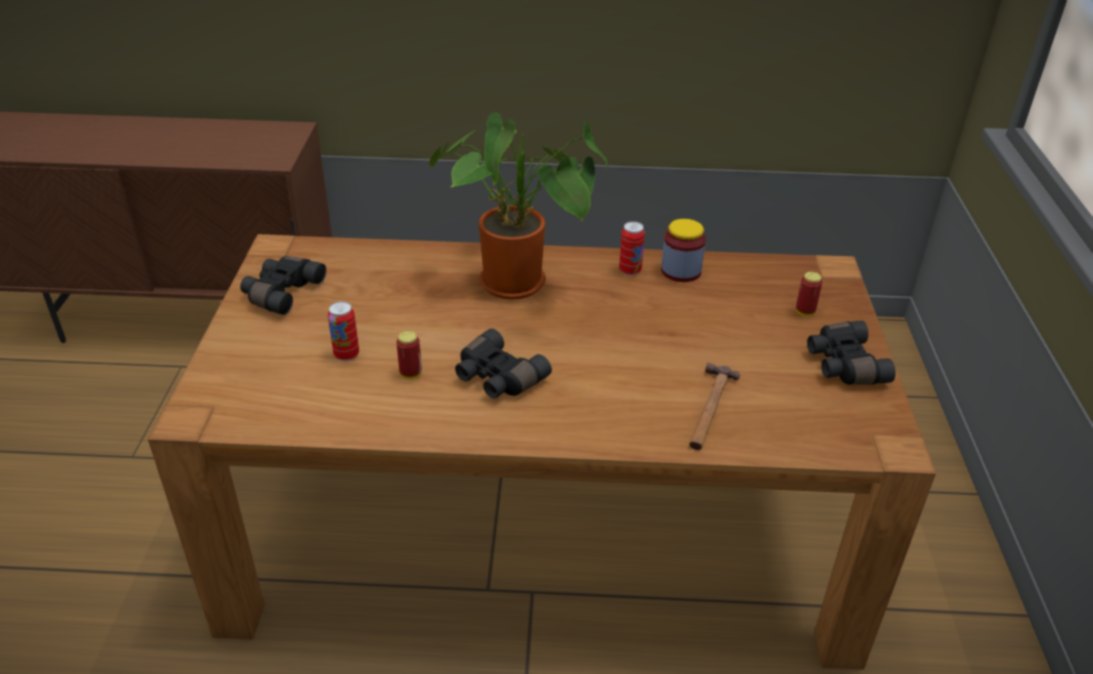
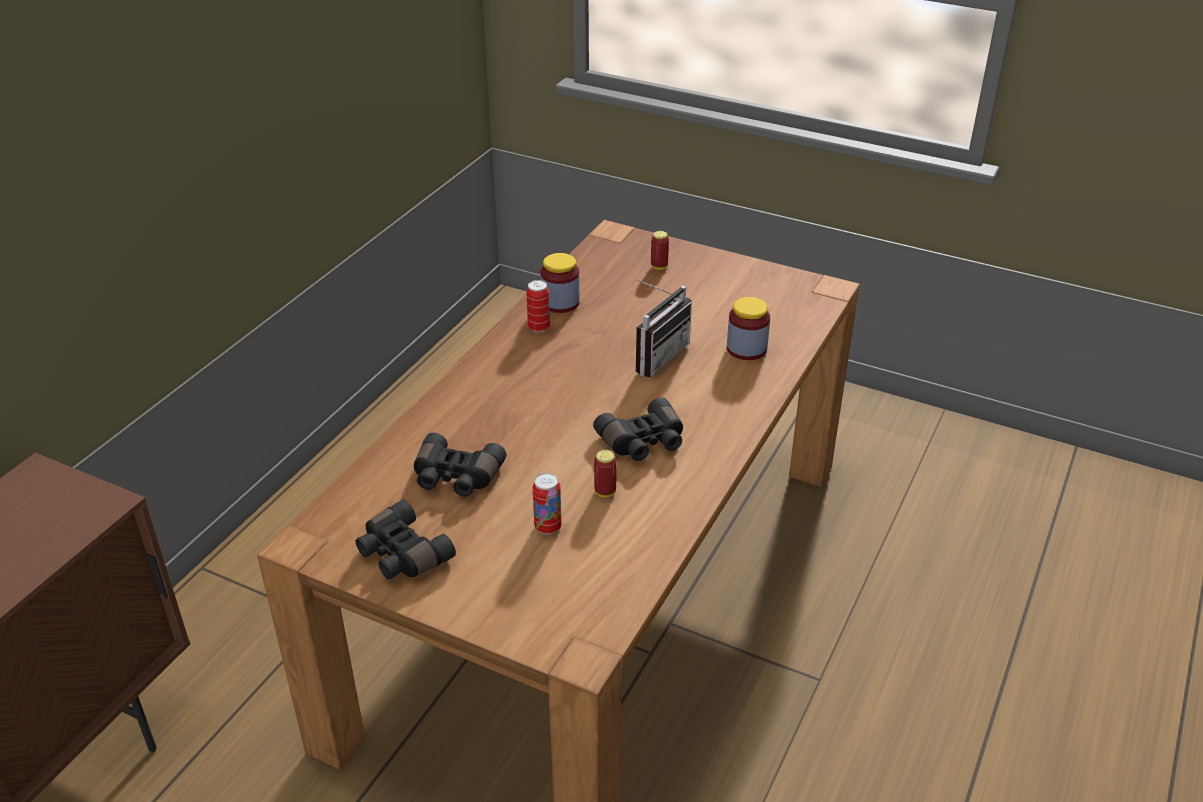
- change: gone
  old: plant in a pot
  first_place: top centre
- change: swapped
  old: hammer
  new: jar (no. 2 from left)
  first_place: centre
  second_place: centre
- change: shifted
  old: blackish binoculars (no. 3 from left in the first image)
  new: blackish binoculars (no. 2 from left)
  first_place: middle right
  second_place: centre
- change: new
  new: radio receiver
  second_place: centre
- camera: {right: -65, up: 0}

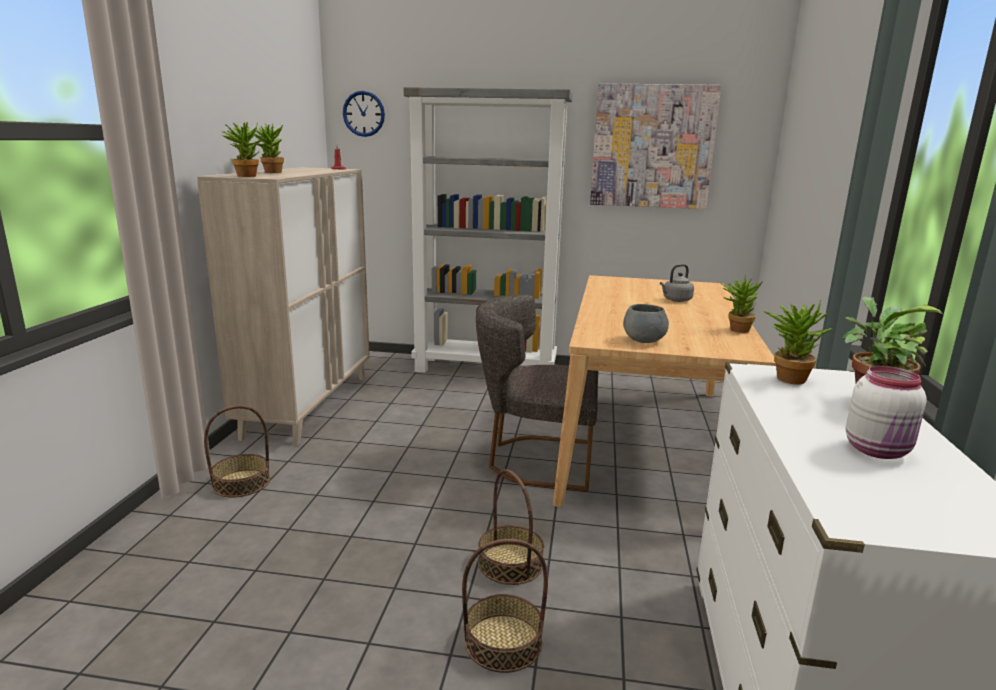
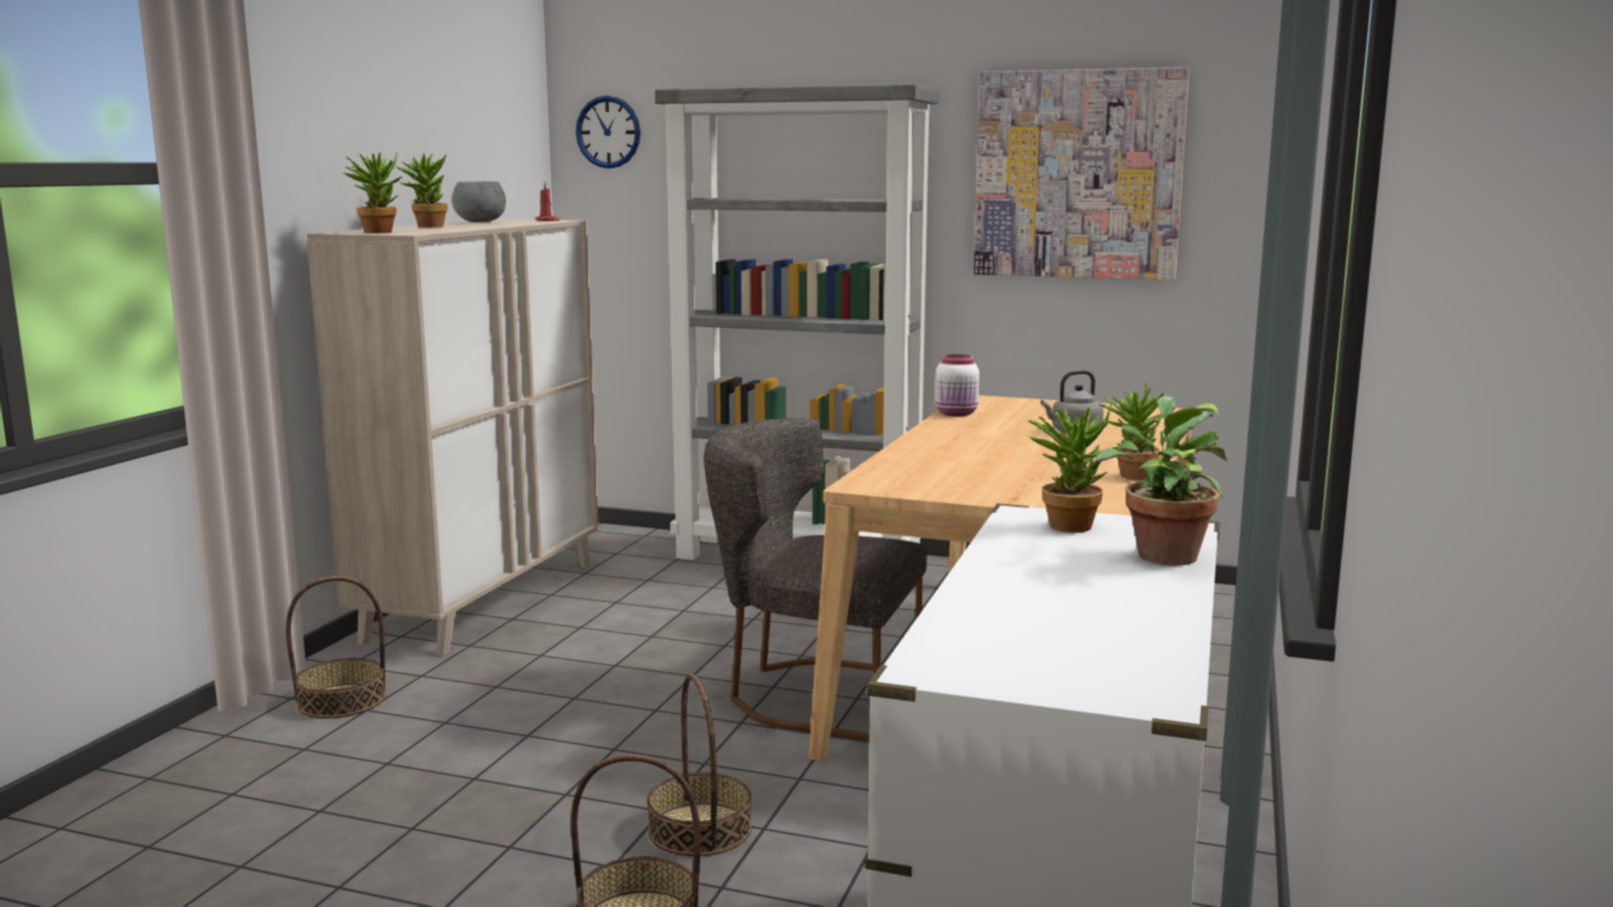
- change: shifted
  old: greyish bowl
  first_place: centre
  second_place: top left
- change: shifted
  old: white jar
  first_place: middle right
  second_place: centre
- camera: {right: 10, up: -5}

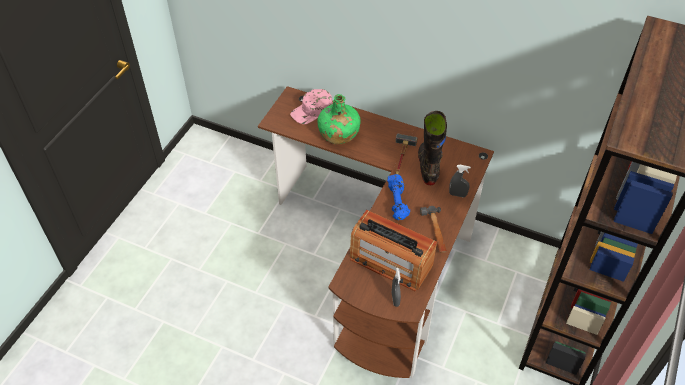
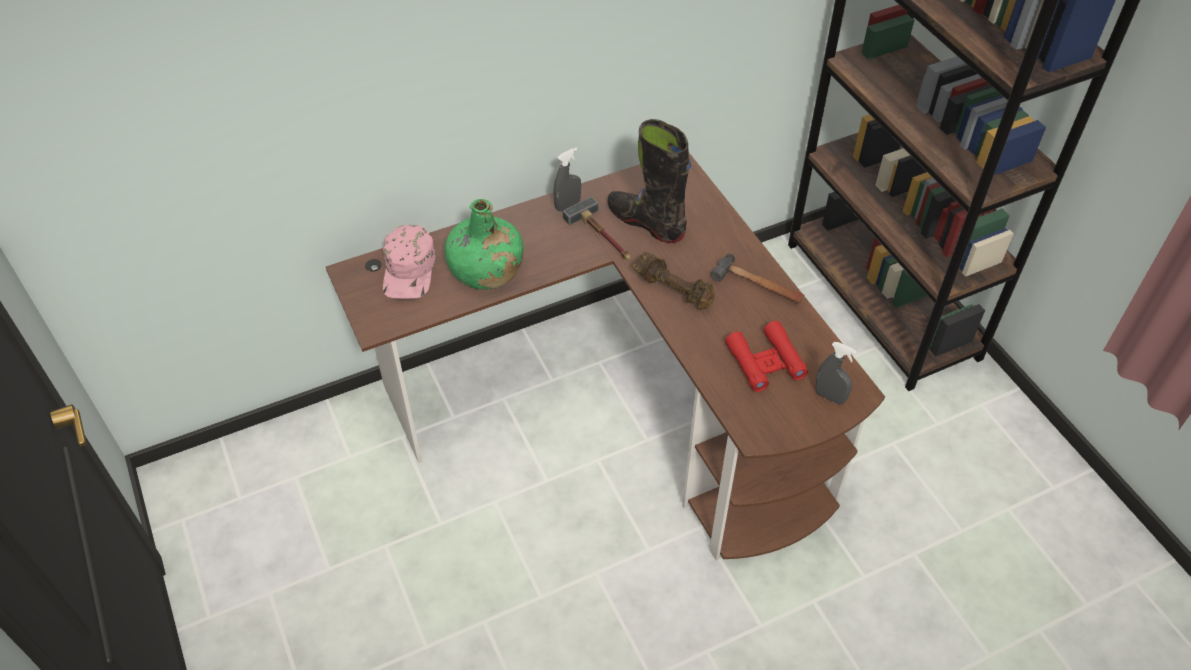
- change: swapped
  old: radio receiver
  new: reddish binoculars
  first_place: centre
  second_place: centre
- change: repainted
  old: bluish free weight
  new: brown free weight
  first_place: centre
  second_place: centre
- change: shifted
  old: greyish hand sprayer (no. 2 from left in the first image)
  new: greyish hand sprayer (no. 1 from left)
  first_place: middle right
  second_place: top centre
- camera: {right: -50, up: 0}

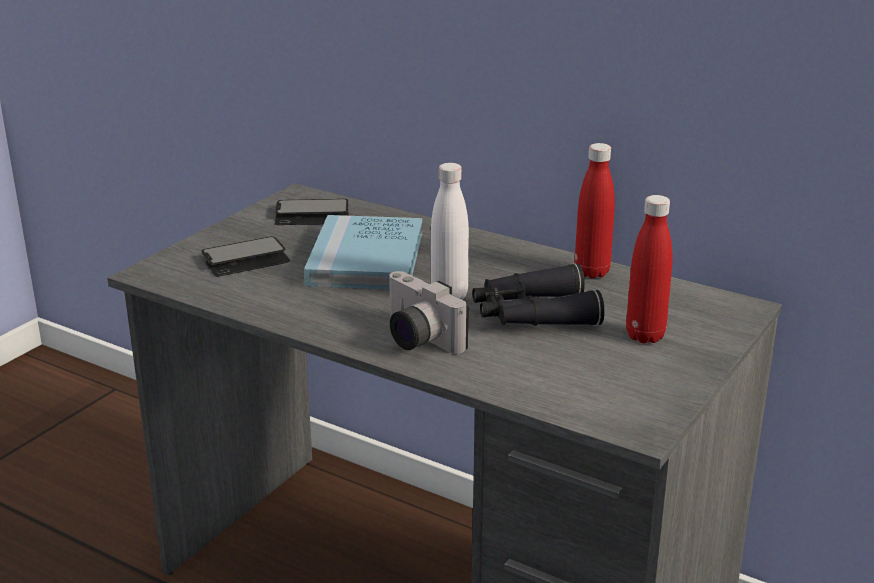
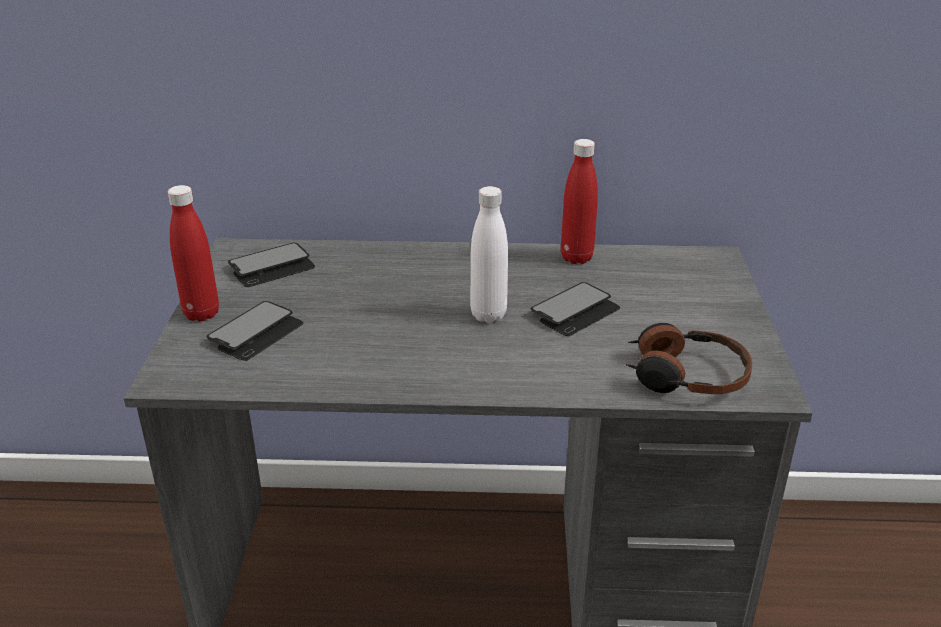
- change: gone
  old: bluish volume
  first_place: centre
- change: gone
  old: photo camera
  first_place: centre
- change: swapped
  old: blackish binoculars
  new: handset (no. 3 from left)
  first_place: centre
  second_place: centre
- change: shifted
  old: reddish drink bottle (no. 2 from left in the first image)
  new: reddish drink bottle (no. 1 from left)
  first_place: middle right
  second_place: middle left
- change: new
  new: headset
  second_place: middle right
- camera: {right: -30, up: 5}

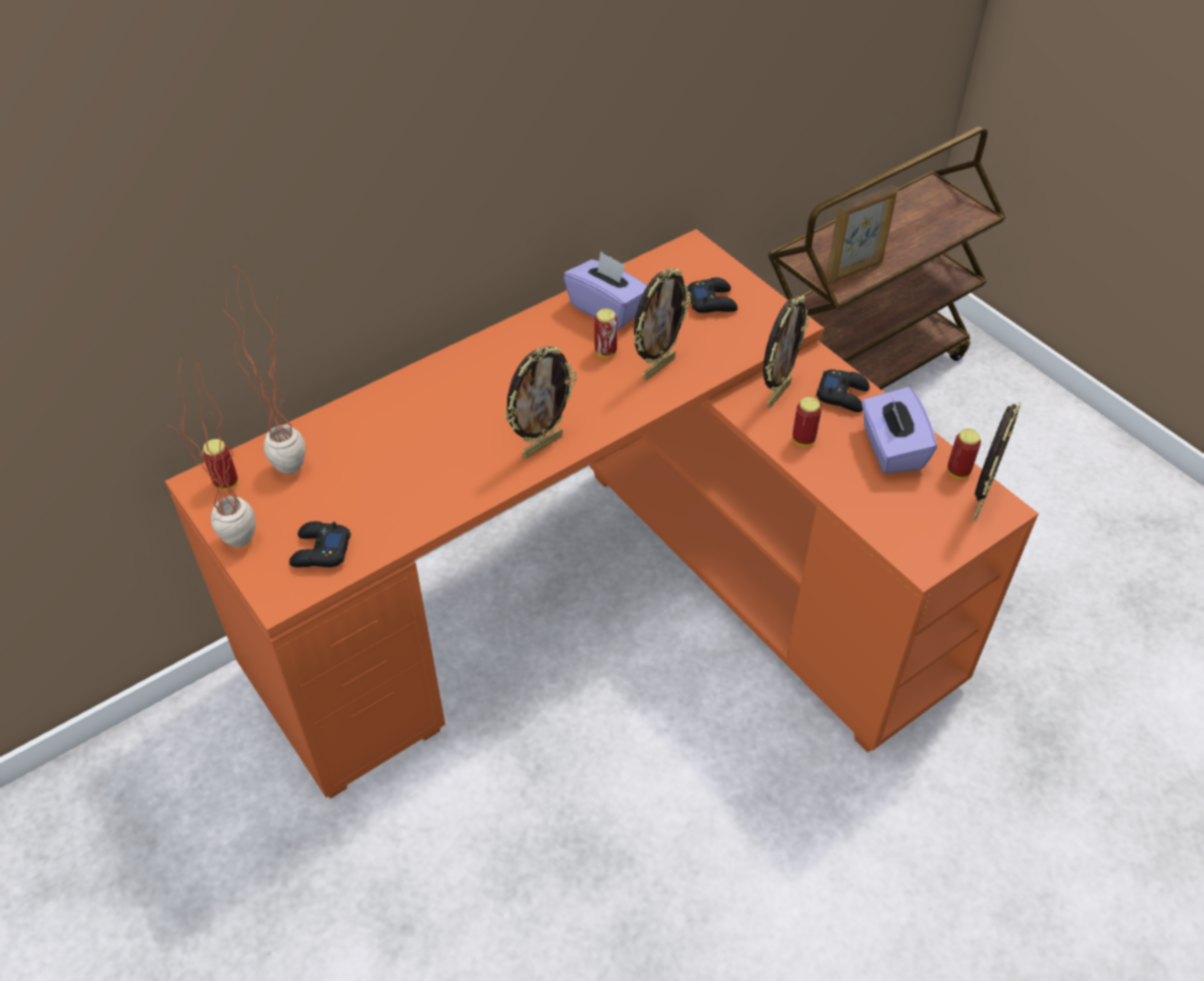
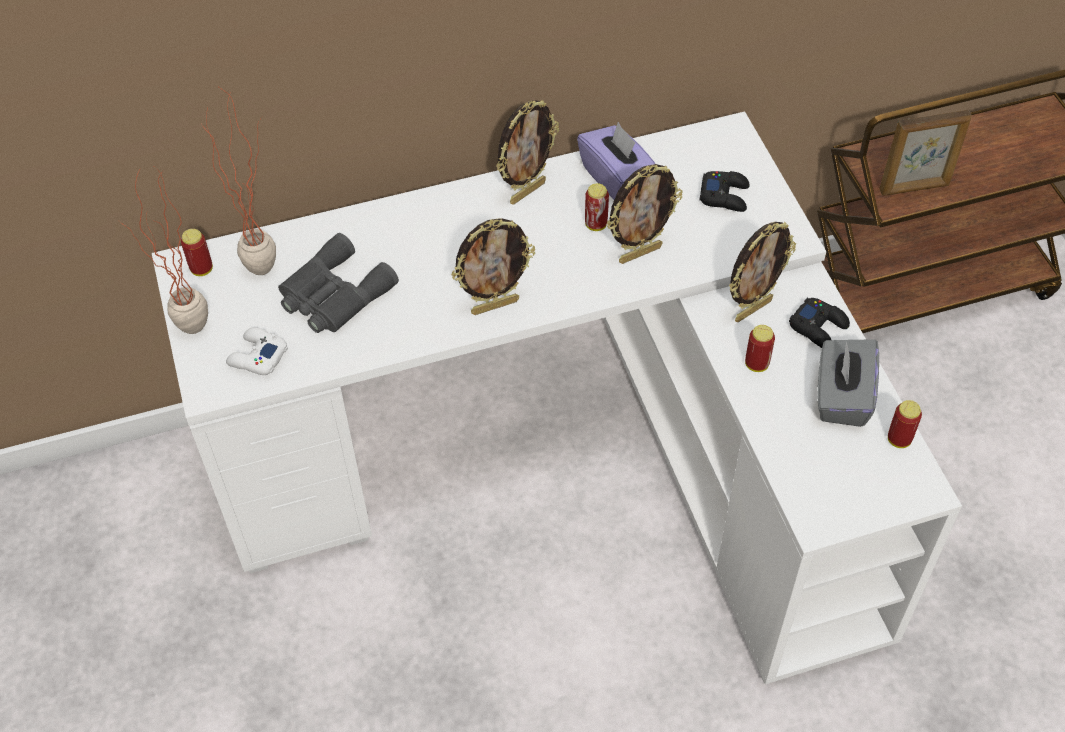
- change: repainted
  old: orangey desk
  new: white desk
  first_place: centre
  second_place: centre
- change: repainted
  old: blackish game controller (no. 1 from left)
  new: white game controller
  first_place: middle left
  second_place: middle left
- change: repainted
  old: purplish box of tissues (no. 2 from left)
  new: greyish box of tissues
  first_place: middle right
  second_place: middle right
- change: shifted
  old: picture frame (no. 5 from left in the first image)
  new: picture frame (no. 2 from left)
  first_place: middle right
  second_place: top centre
- change: new
  new: greyish binoculars
  second_place: middle left
- camera: {right: 20, up: 5}

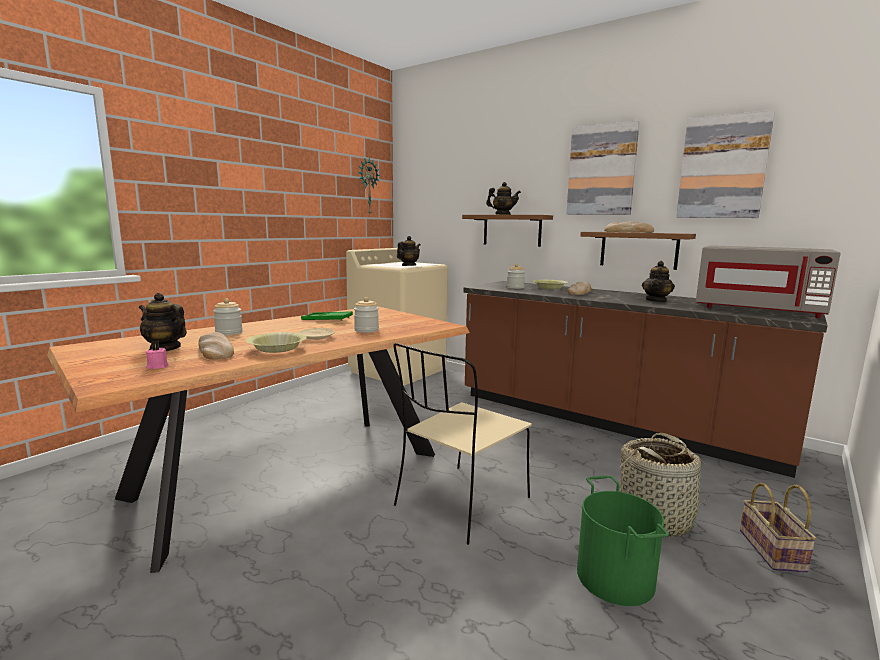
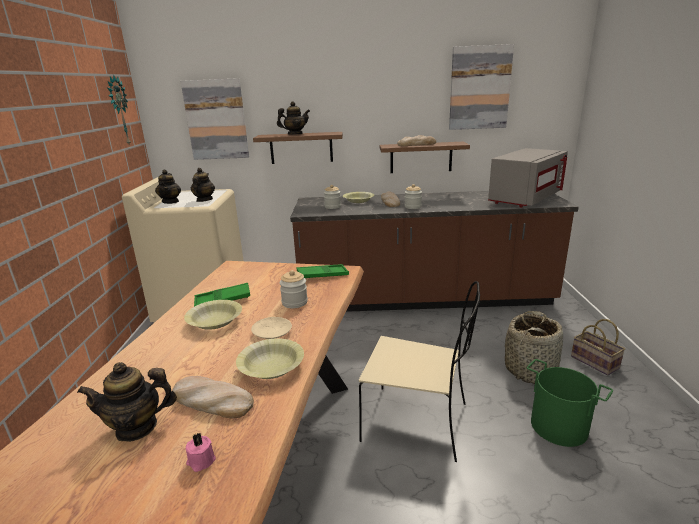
- change: shifted
  old: jar (no. 1 from left in the first image)
  new: jar (no. 3 from left)
  first_place: middle left
  second_place: centre
- change: rotated
  old: sand-coloured plain chair
  first_place: bottom centre
  second_place: bottom centre
  degrees: -75
- change: shifted
  old: wall picture (no. 1 from left)
  first_place: top right
  second_place: top left
- change: shifted
  old: pot for tea (no. 4 from left in the first image)
  new: pot for tea (no. 2 from left)
  first_place: middle right
  second_place: middle left
- change: rotated
  old: greyish microwave oven
  first_place: middle right
  second_place: middle right
  degrees: -45
- change: new
  new: yellowish bowl (no. 1 from left)
  second_place: middle left
- change: new
  new: greenish carrying tray (no. 2 from left)
  second_place: centre
- camera: {right: -35, up: 10}

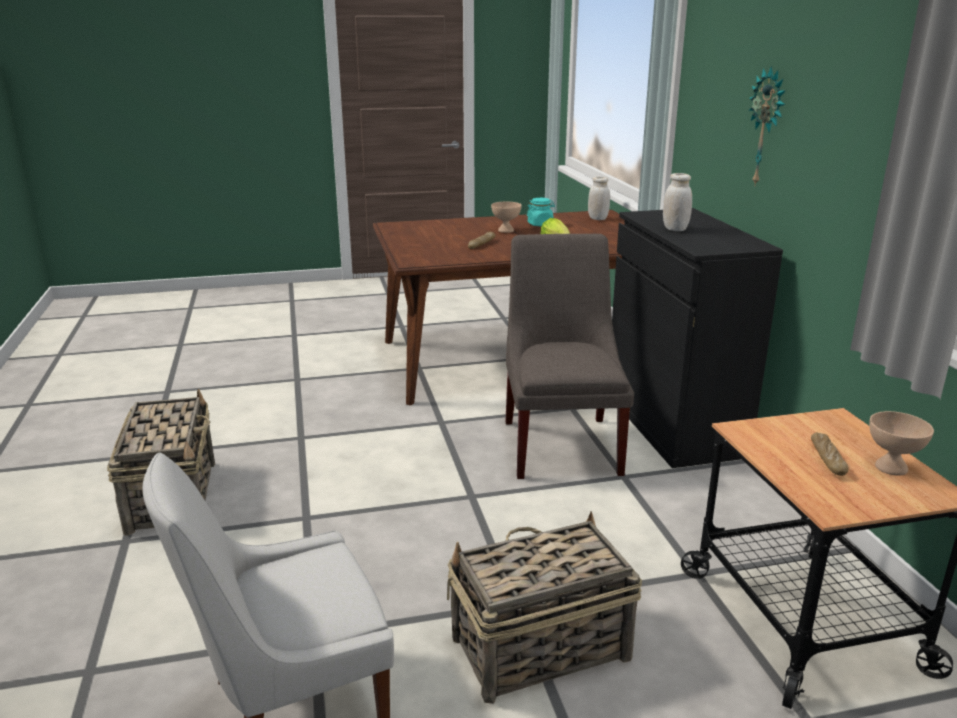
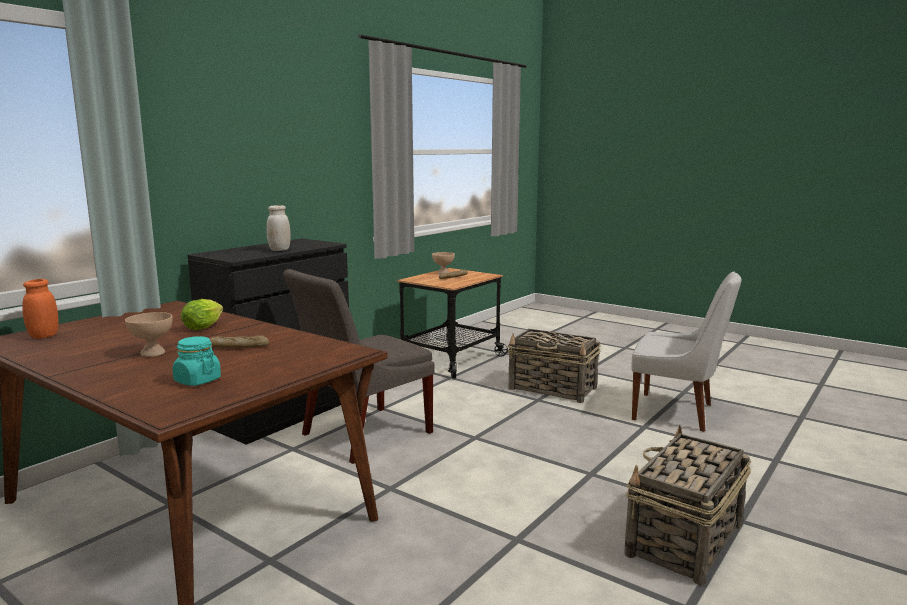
- change: shifted
  old: blue-green jar
  first_place: top centre
  second_place: middle left
- change: repainted
  old: white jar (no. 1 from left)
  new: orangey jar
  first_place: top centre
  second_place: middle left
- change: gone
  old: hanging clock
  first_place: top right
- camera: {right: -130, up: -10}

